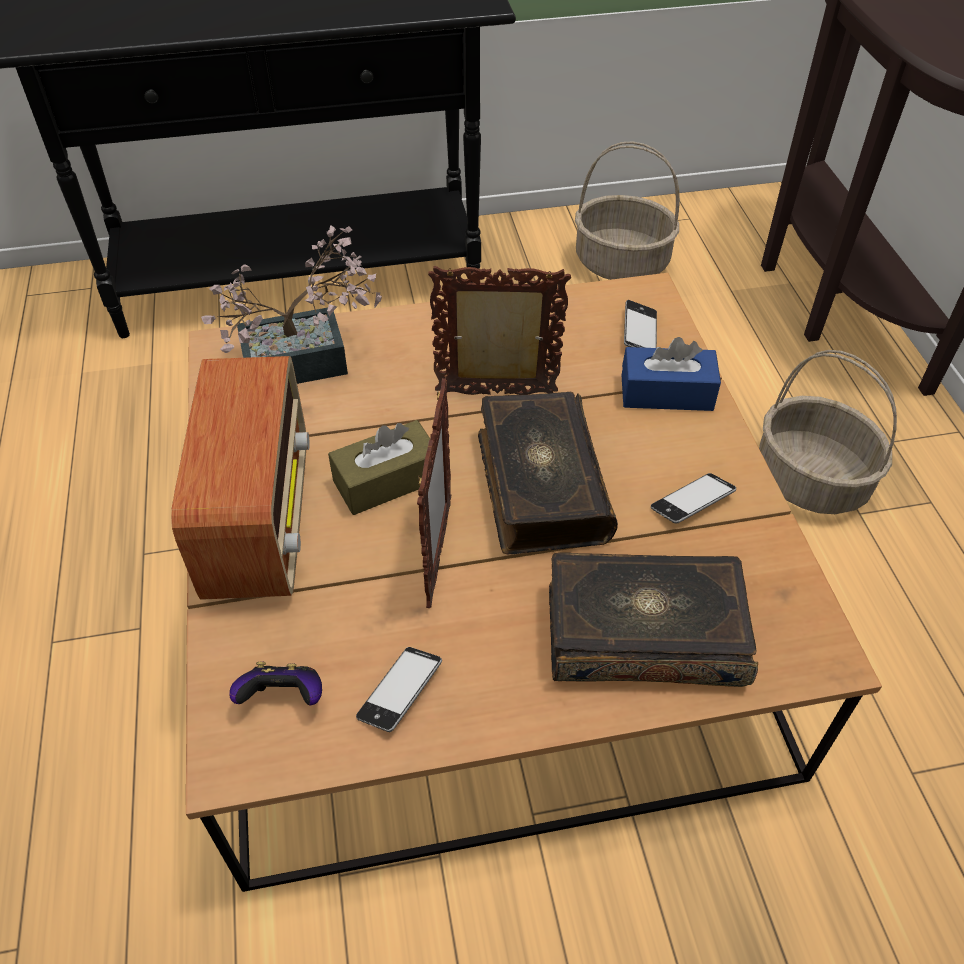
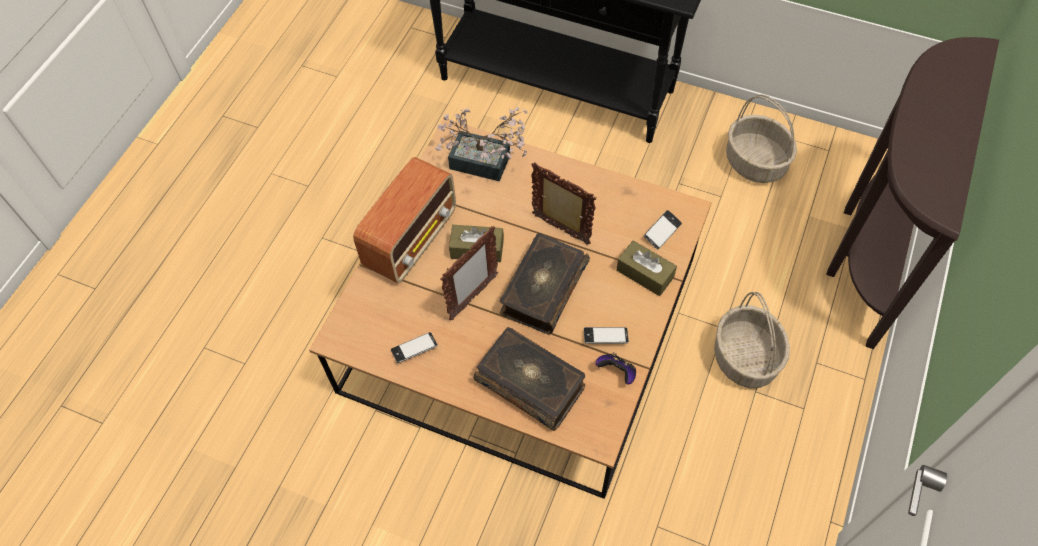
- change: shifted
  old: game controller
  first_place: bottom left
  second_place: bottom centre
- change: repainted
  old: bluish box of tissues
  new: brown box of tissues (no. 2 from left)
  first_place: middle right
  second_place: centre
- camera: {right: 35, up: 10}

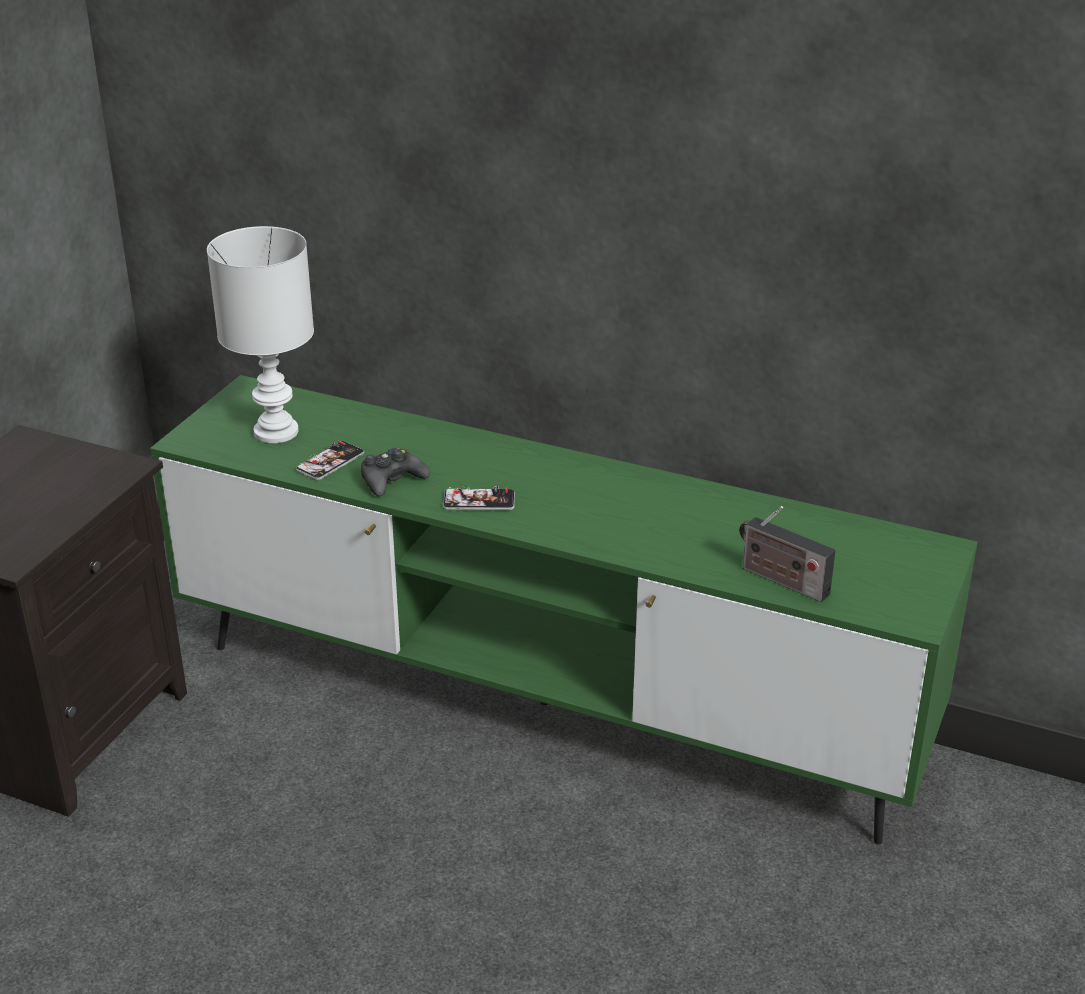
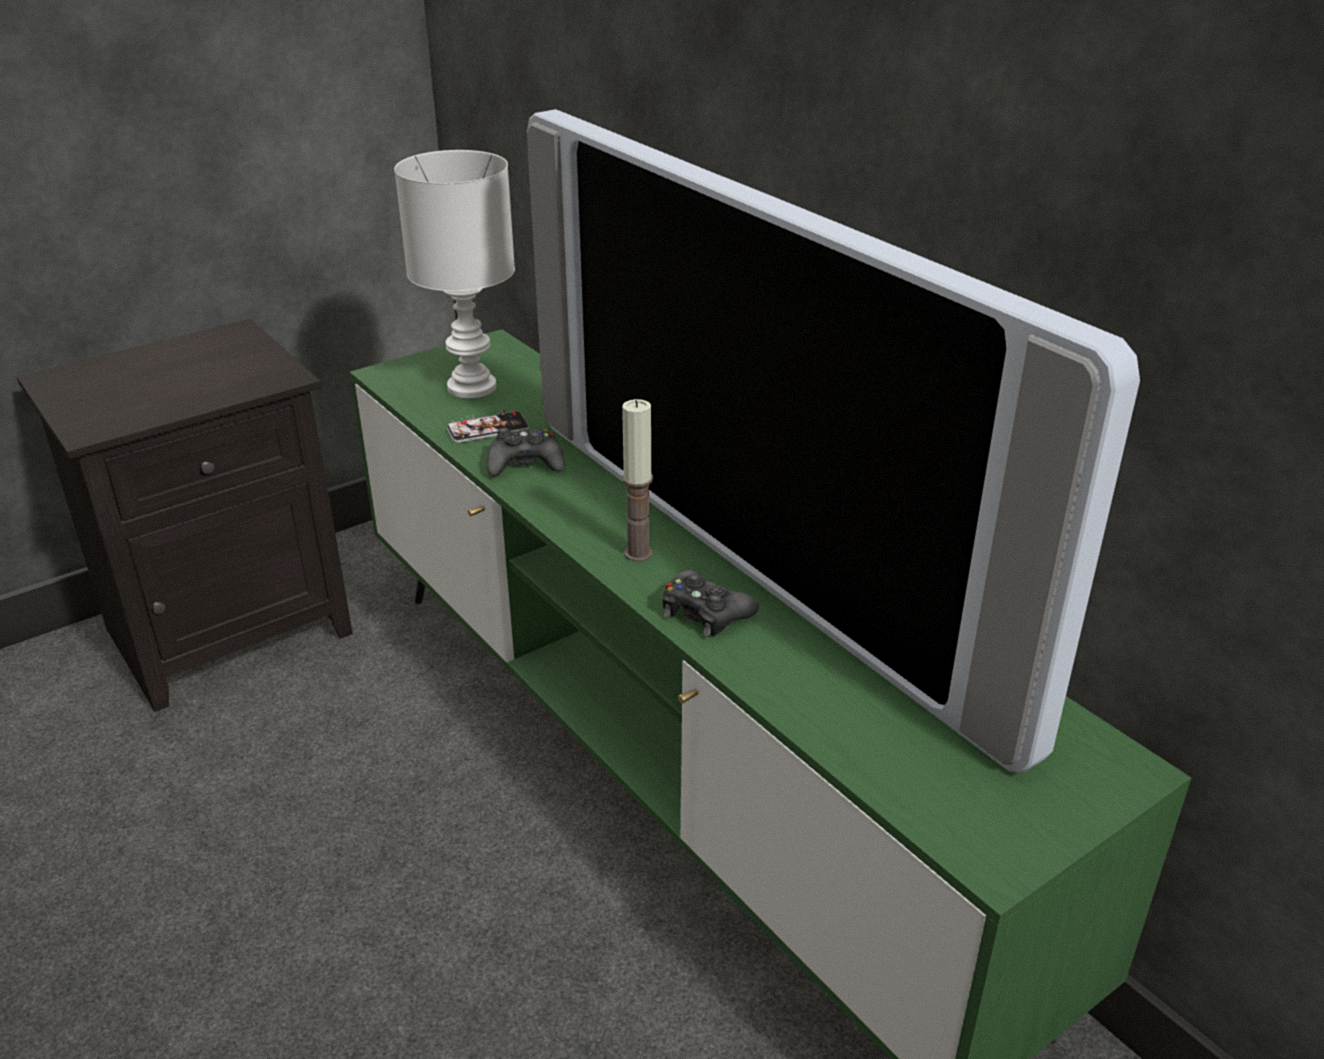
- change: gone
  old: handset (no. 2 from left)
  first_place: centre
- change: gone
  old: radio receiver
  first_place: middle right
- change: new
  new: television
  second_place: centre
- change: new
  new: candle
  second_place: centre
- change: new
  new: blackish game controller (no. 2 from left)
  second_place: centre
- camera: {right: 30, up: 0}

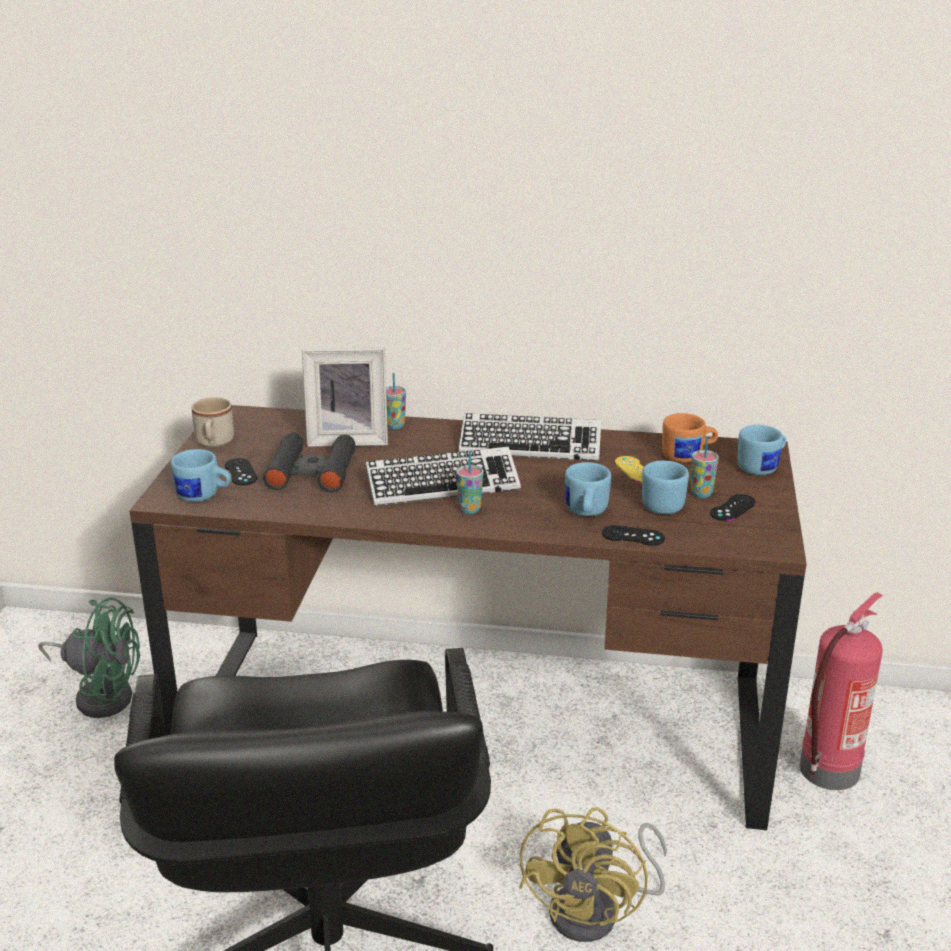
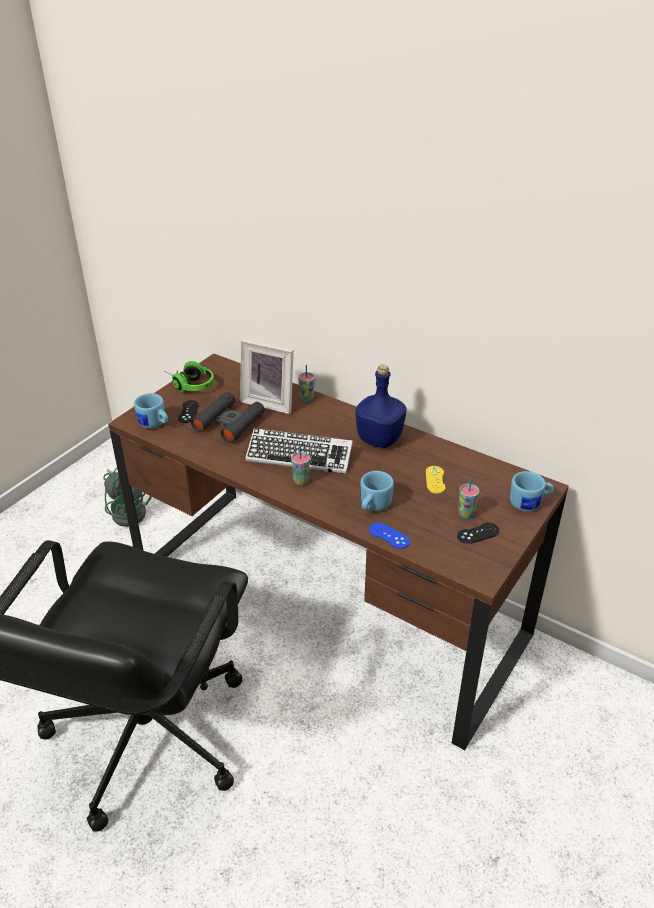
- change: swapped
  old: sand-coloured mug
  new: headset
  first_place: middle left
  second_place: middle left
- change: swapped
  old: keyboard (no. 2 from left)
  new: bluish drink bottle
  first_place: centre
  second_place: centre
- change: gone
  old: yellowish fan
  first_place: bottom centre
- change: repainted
  old: blackish game controller (no. 2 from left)
  new: bluish game controller
  first_place: centre
  second_place: centre
- change: gone
  old: bluish mug (no. 3 from left)
  first_place: middle right
- change: gone
  old: orangey mug
  first_place: middle right
- change: gone
  old: fire-fighting cylinder
  first_place: bottom right
- camera: {right: 25, up: 10}

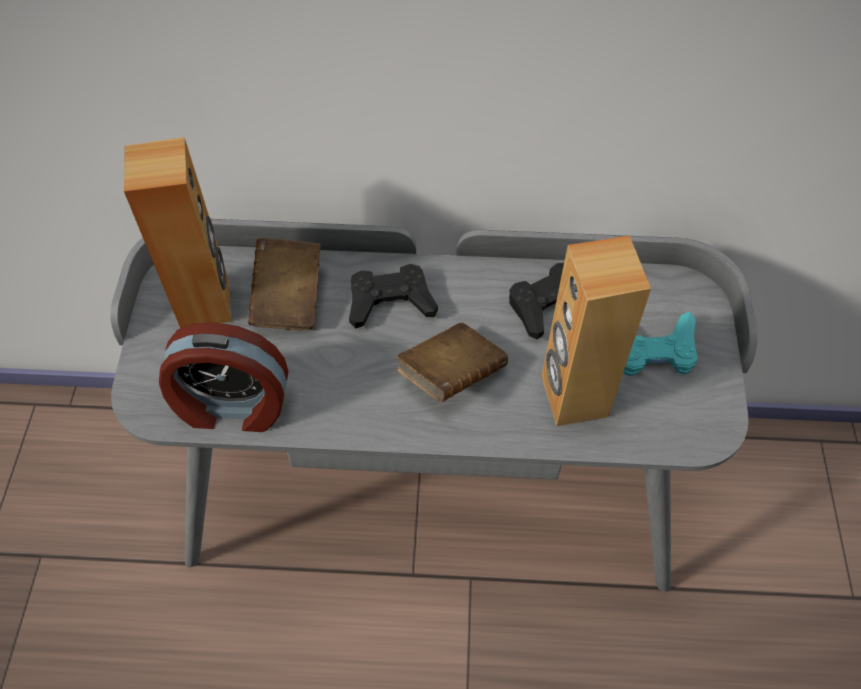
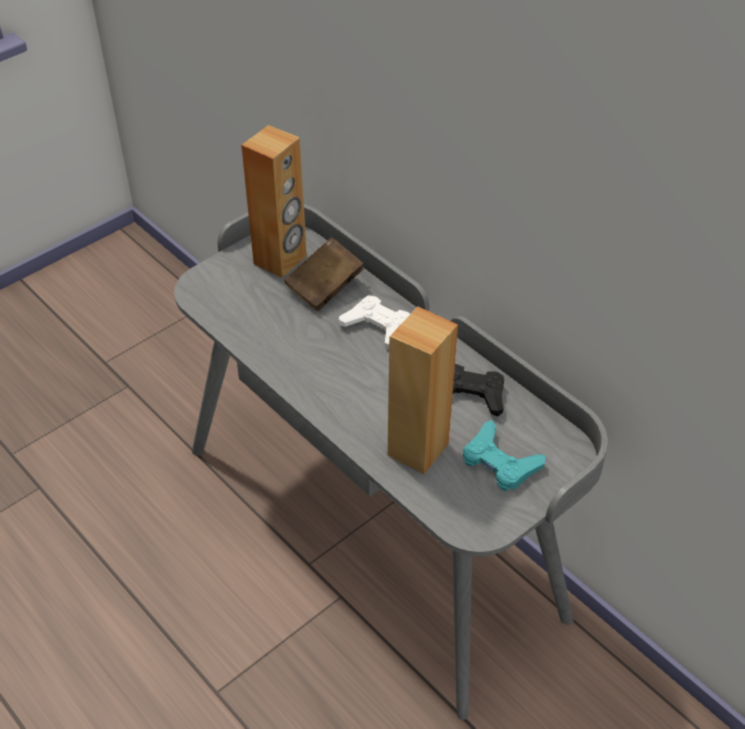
- change: gone
  old: alarm clock
  first_place: middle left
- change: repainted
  old: blackish game controller (no. 1 from left)
  new: white game controller
  first_place: centre
  second_place: centre
- change: gone
  old: brown volume (no. 2 from left)
  first_place: centre
- camera: {right: 45, up: -10}

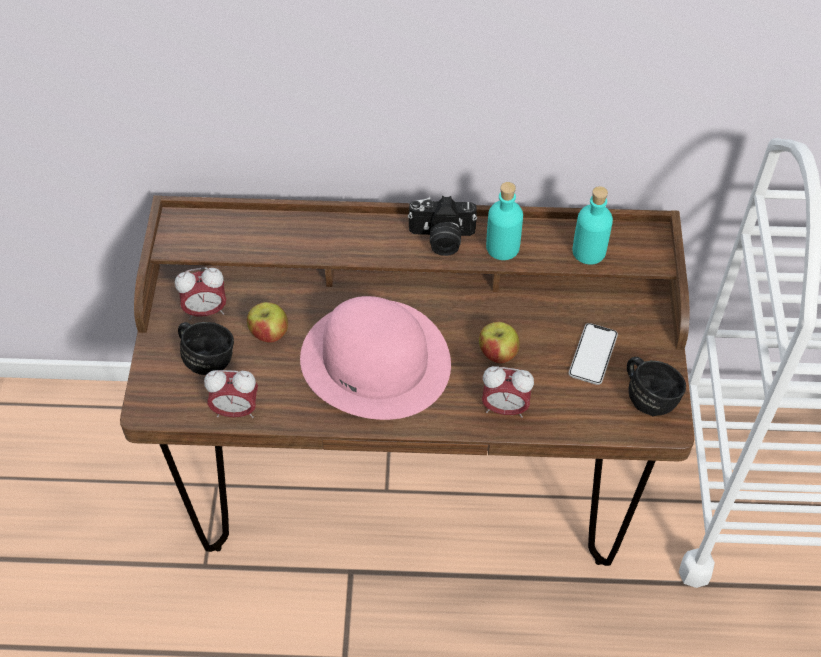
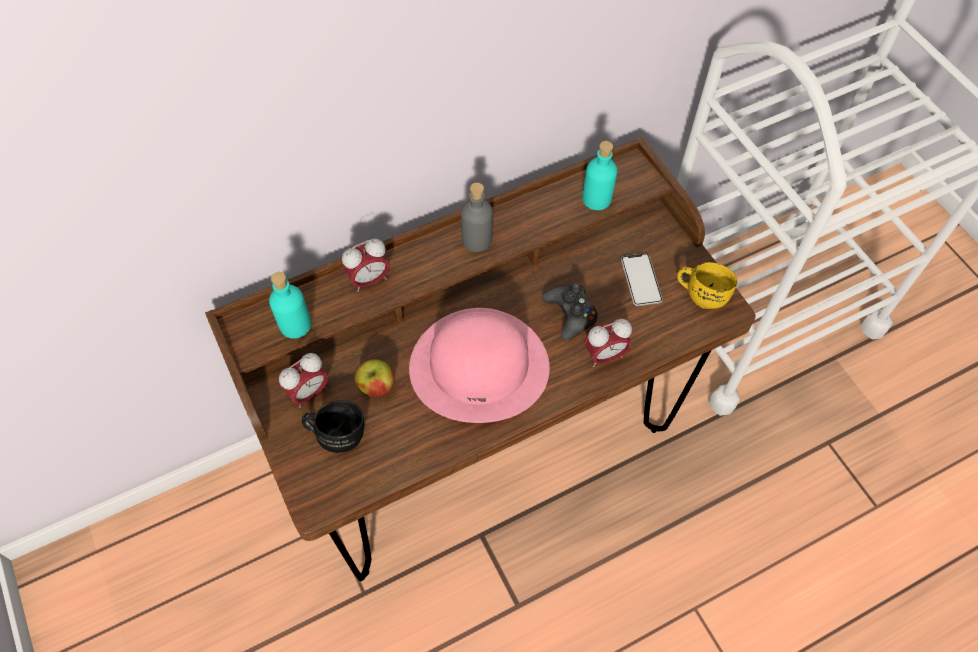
- change: shifted
  old: alarm clock (no. 2 from left)
  first_place: middle left
  second_place: centre
- change: swapped
  old: photo camera
  new: greyish drink bottle
  first_place: centre
  second_place: top centre
- change: swapped
  old: apple fruit (no. 2 from left)
  new: blackish game controller
  first_place: centre
  second_place: centre
- change: shifted
  old: blue-green drink bottle (no. 1 from left)
  first_place: centre
  second_place: middle left
- change: repainted
  old: blackish mug (no. 2 from left)
  new: yellowish mug
  first_place: middle right
  second_place: middle right
- camera: {right: -30, up: 5}

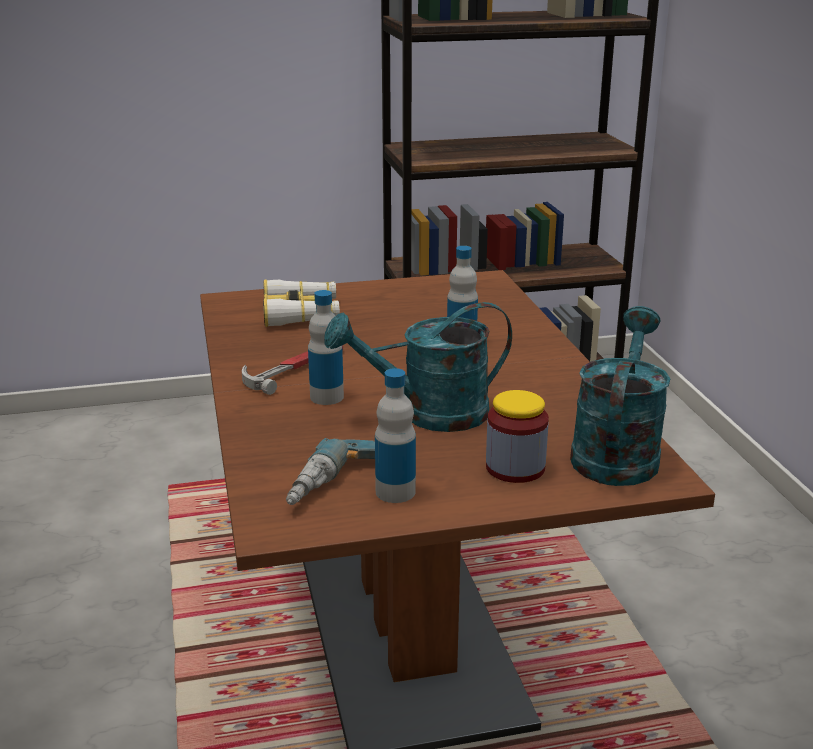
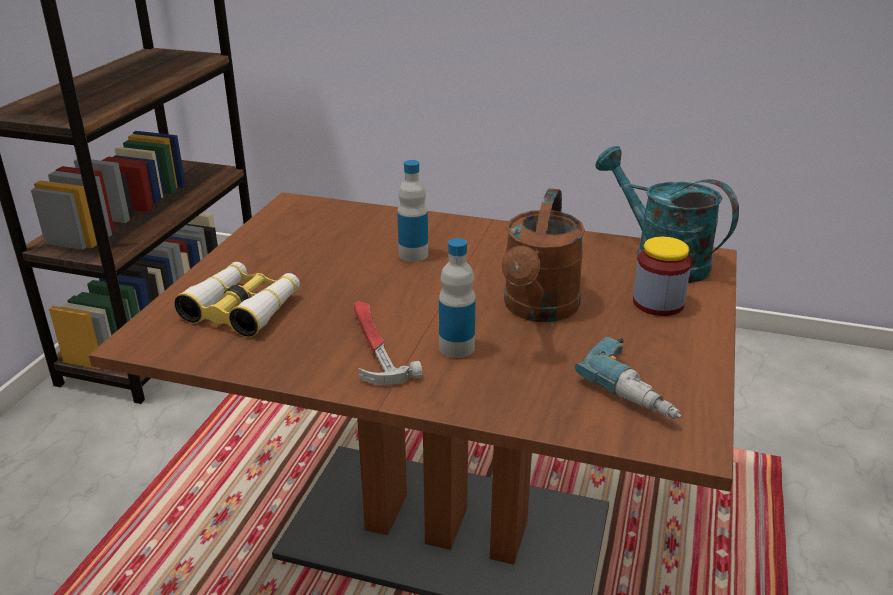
- change: repainted
  old: blue-green sprinkling can (no. 1 from left)
  new: brown sprinkling can
  first_place: centre
  second_place: centre
- change: gone
  old: drink bottle (no. 2 from left)
  first_place: centre
- camera: {right: -60, up: 5}

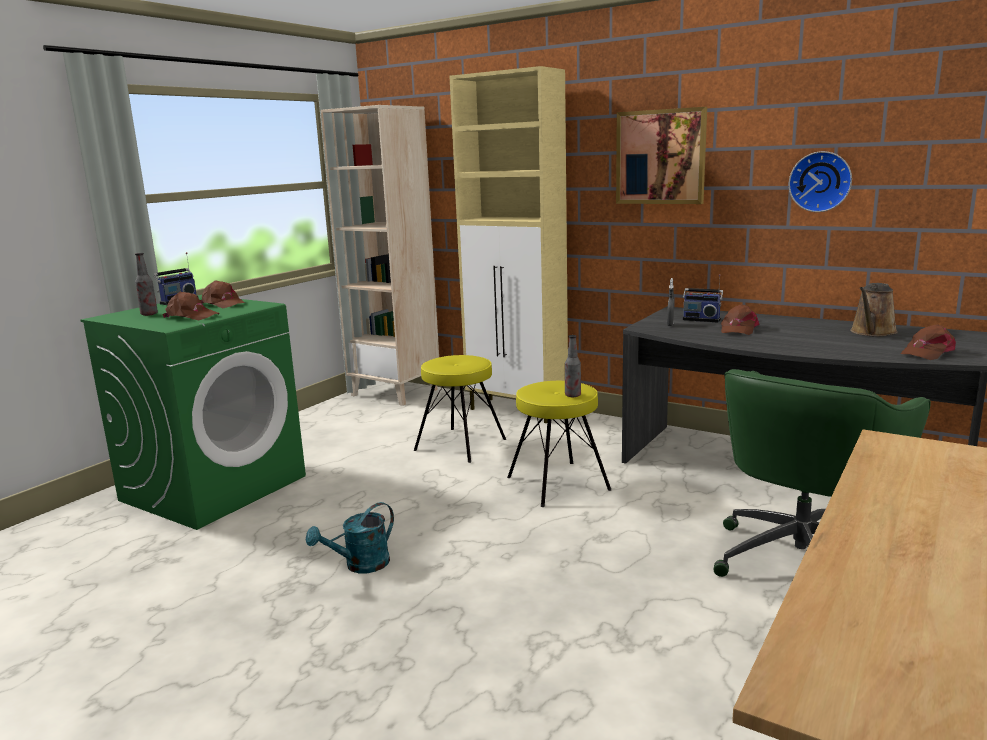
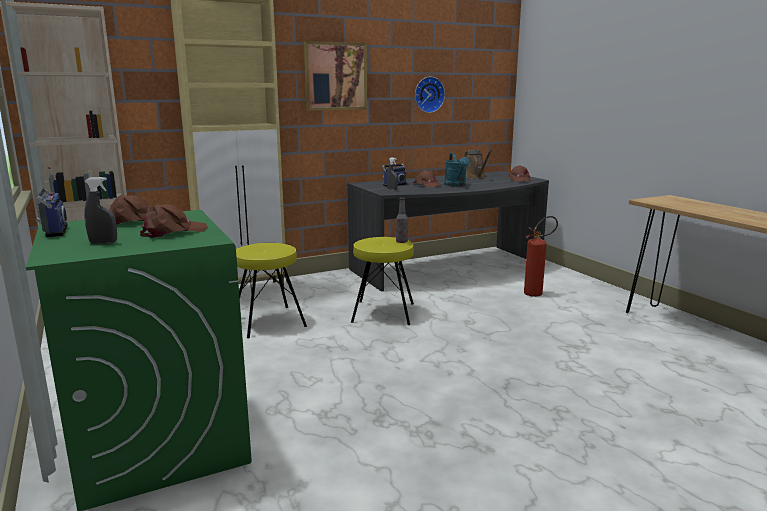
- change: swapped
  old: drink bottle (no. 1 from left)
  new: greyish hand sprayer (no. 1 from left)
  first_place: middle left
  second_place: middle left
- change: shifted
  old: blue-green sprinkling can
  first_place: bottom centre
  second_place: top centre
- change: swapped
  old: greenish computer chair
  new: fire-fighting cylinder
  first_place: middle right
  second_place: middle right
- camera: {right: -60, up: 0}

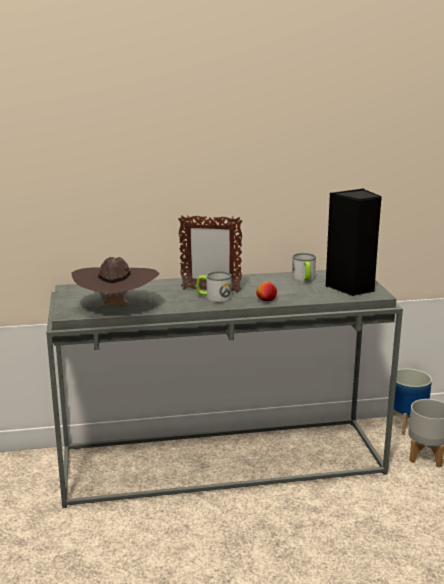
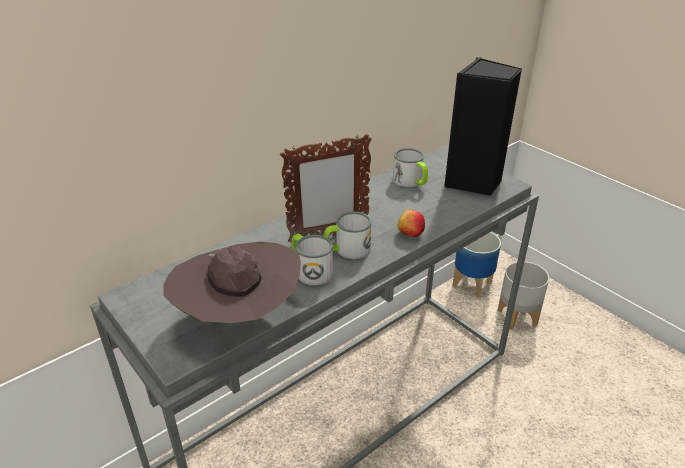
- change: new
  new: mug (no. 1 from left)
  second_place: centre
- camera: {right: -30, up: 15}

